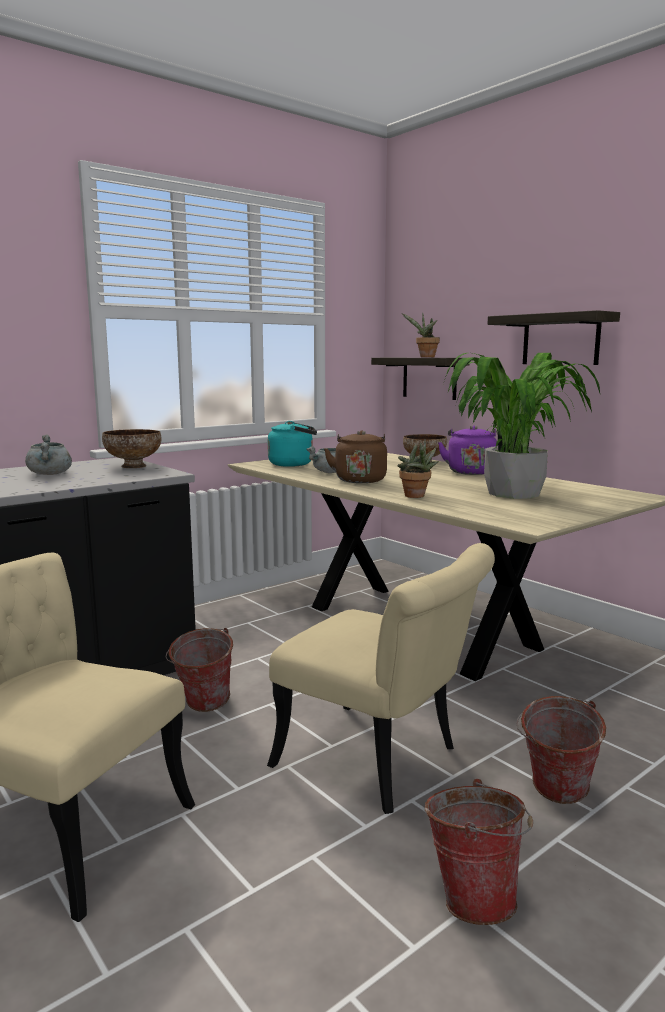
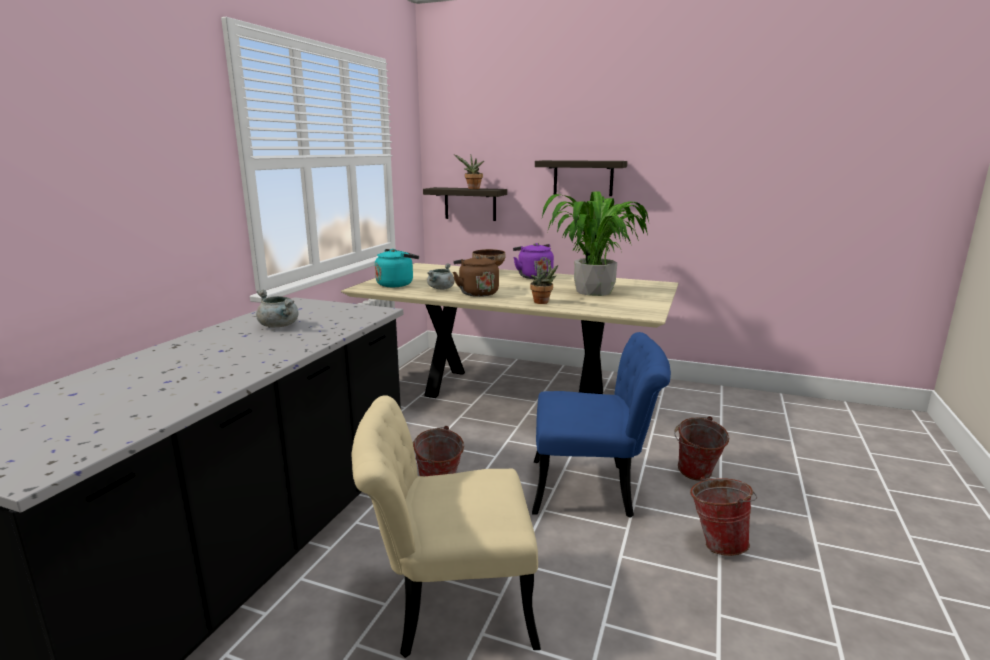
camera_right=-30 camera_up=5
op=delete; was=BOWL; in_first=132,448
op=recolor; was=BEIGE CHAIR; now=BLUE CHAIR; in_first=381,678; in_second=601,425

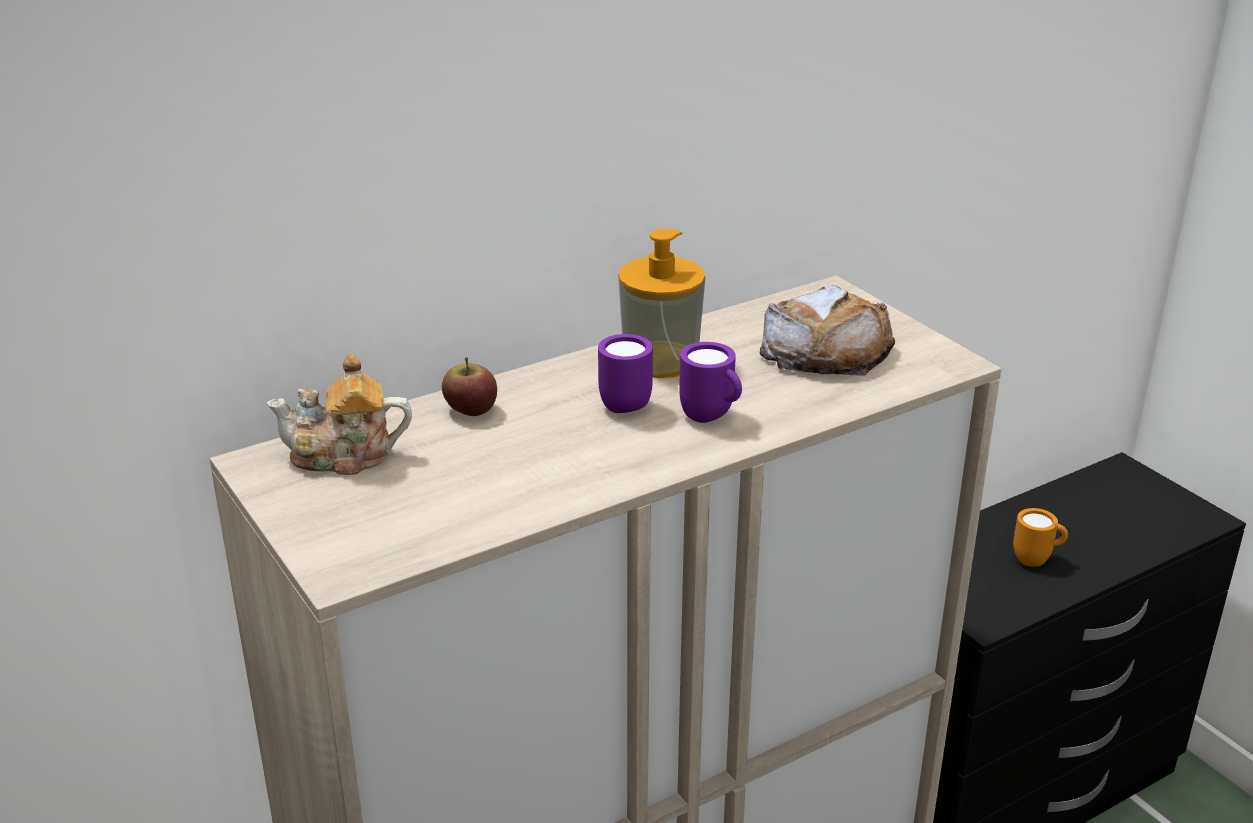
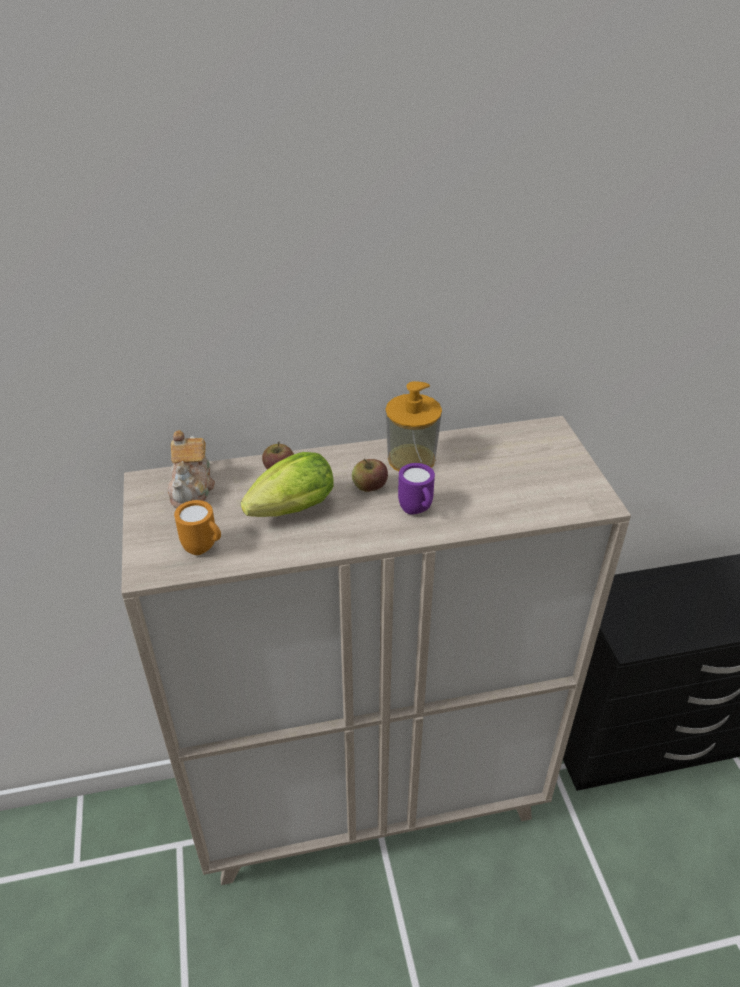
camera_right=20 camera_up=10
op=rotate; was=TEAPOT; in_first=339,414; in_second=191,469; clockwise=-105
op=replace; was=PURPLE MUG; now=APPLE; in_first=625,373; in_second=370,475
op=delete; was=BREAD; in_first=827,331
op=move; was=ORANGE MUG; in_first=1040,537; in_second=197,527
op=insert; now=LETTUCE; in_second=287,484

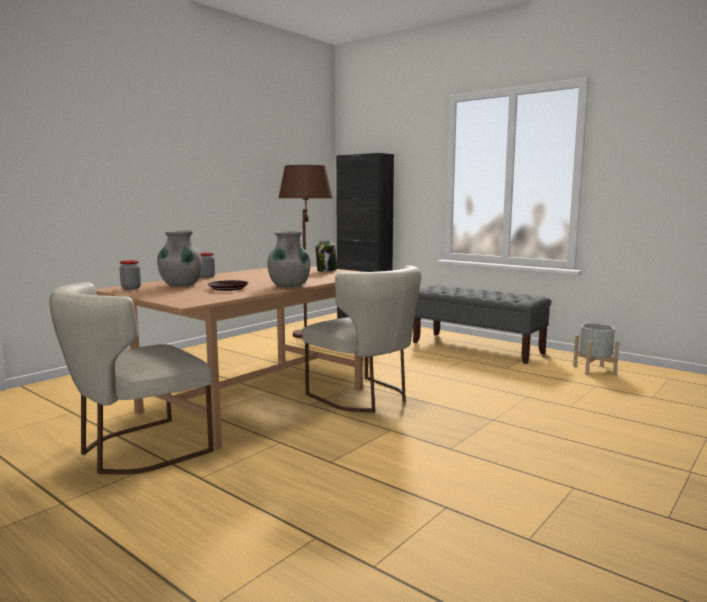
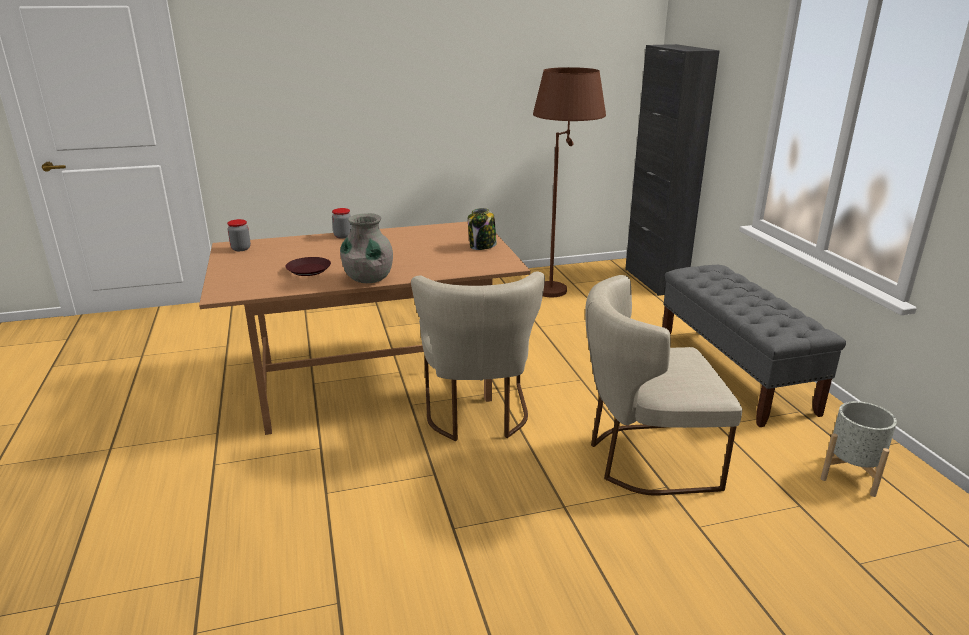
camera_right=35 camera_up=15
op=move; was=BEIGE CHAIR; in_first=131,378; in_second=663,385
op=delete; was=GREY VASE; in_first=180,258

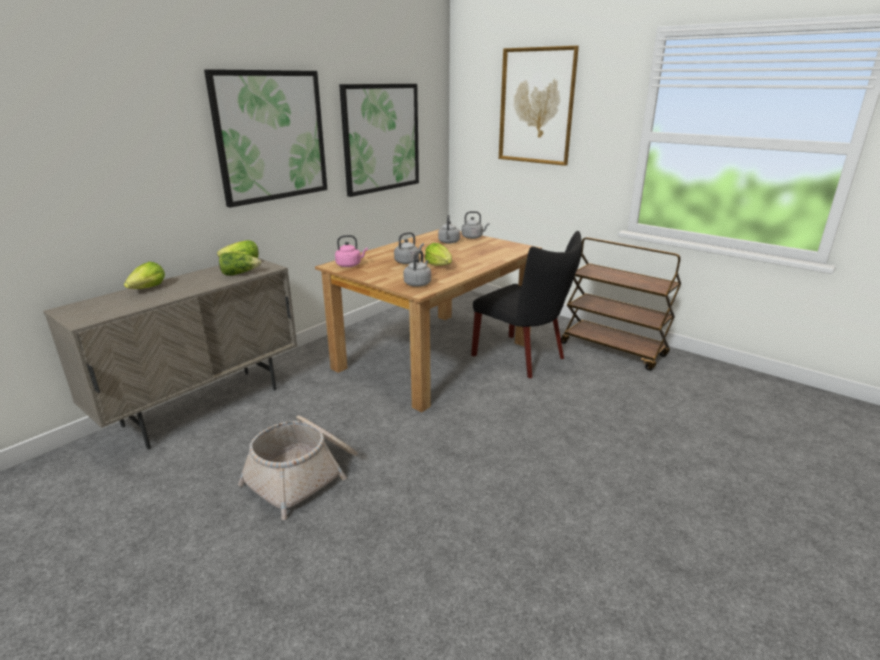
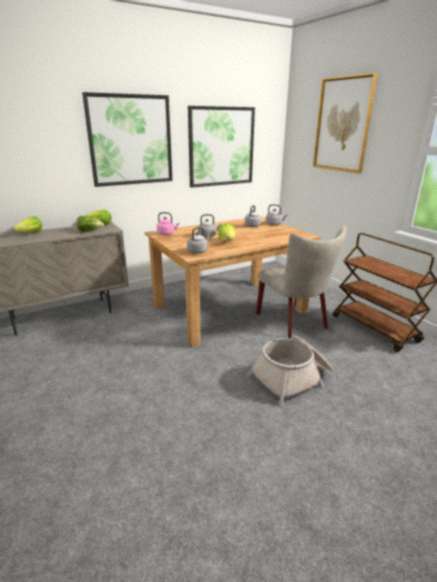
camera_right=20 camera_up=0
op=move; was=BASKET; in_first=298,467; in_second=290,370
op=recolor; was=BLACK CHAIR; now=BEIGE CHAIR; in_first=526,304; in_second=301,282

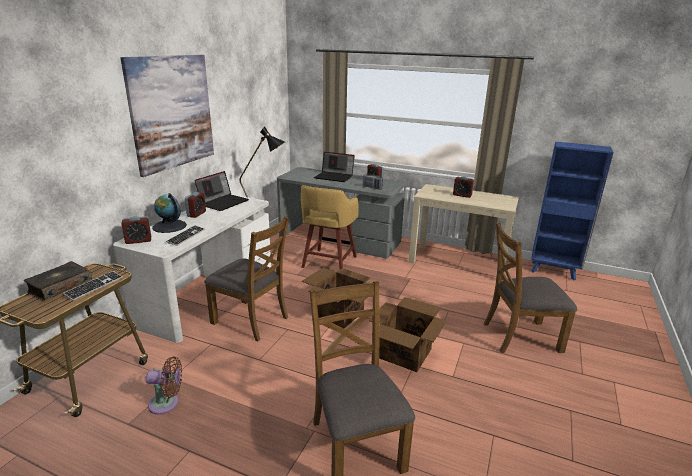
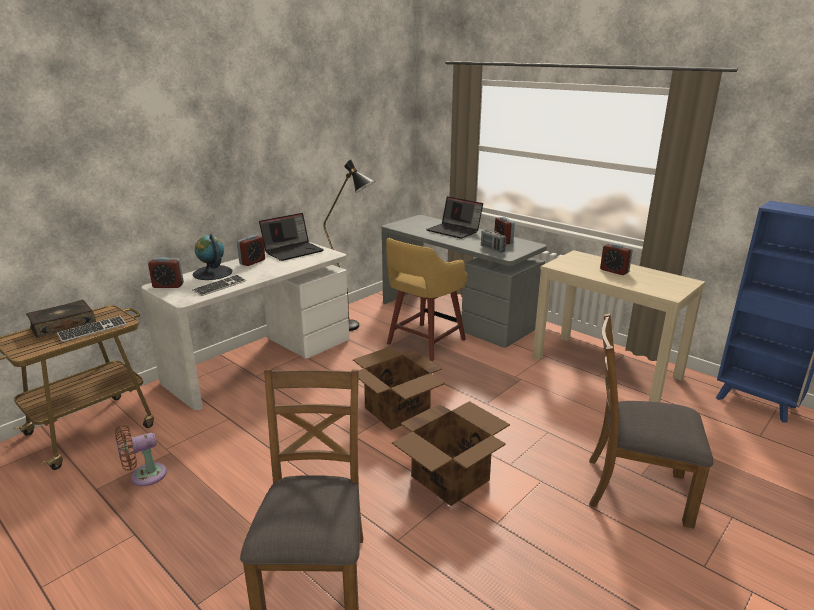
camera_right=20 camera_up=0
op=delete; was=PICTURE; in_first=167,116
op=rotate; was=BROWN FAN; in_first=164,385; in_second=141,455; clockwise=135
op=delete; was=BROWN CHAIR; in_first=246,278

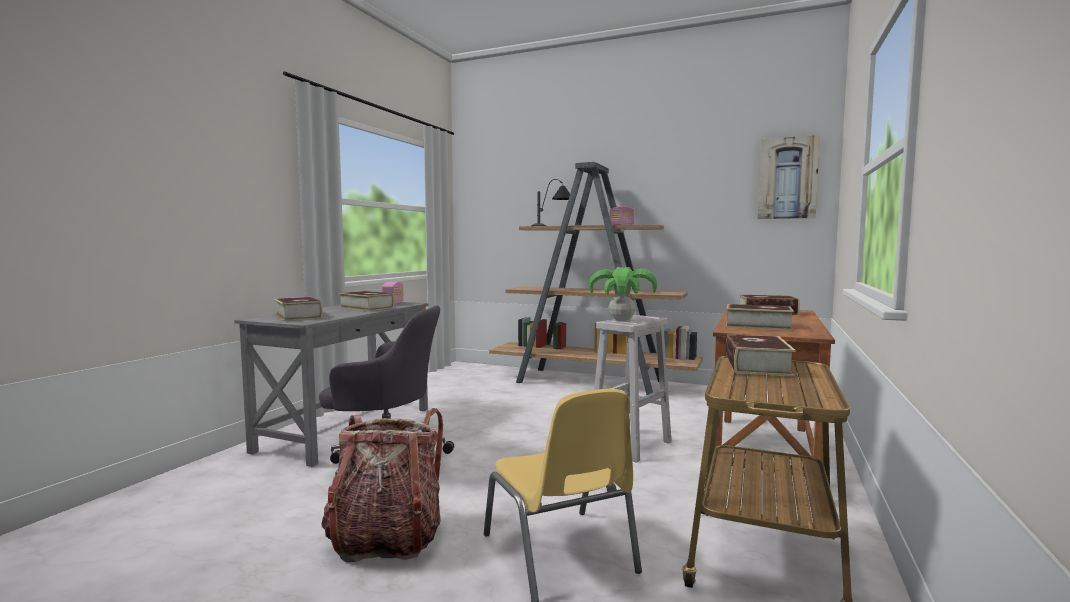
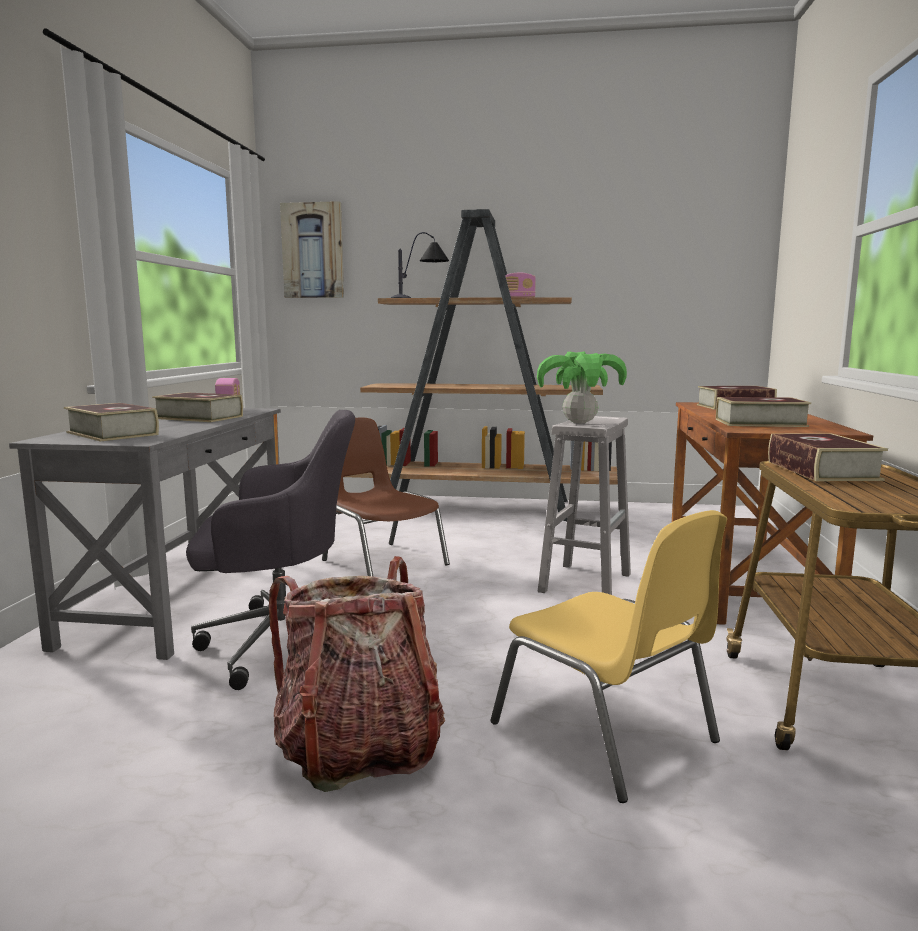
camera_right=-15 camera_up=5
op=move; was=PICTURE; in_first=789,177; in_second=312,249
op=insert; now=BROWN CHAIR; in_second=386,497

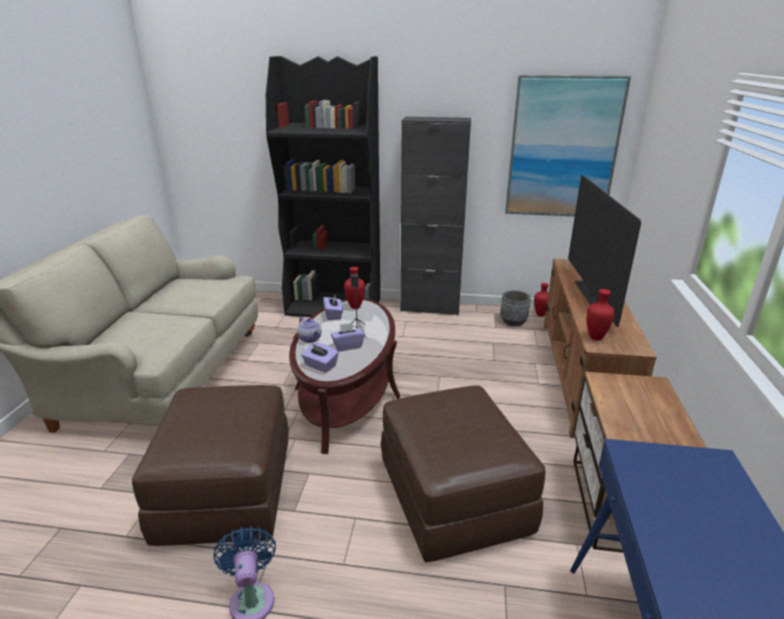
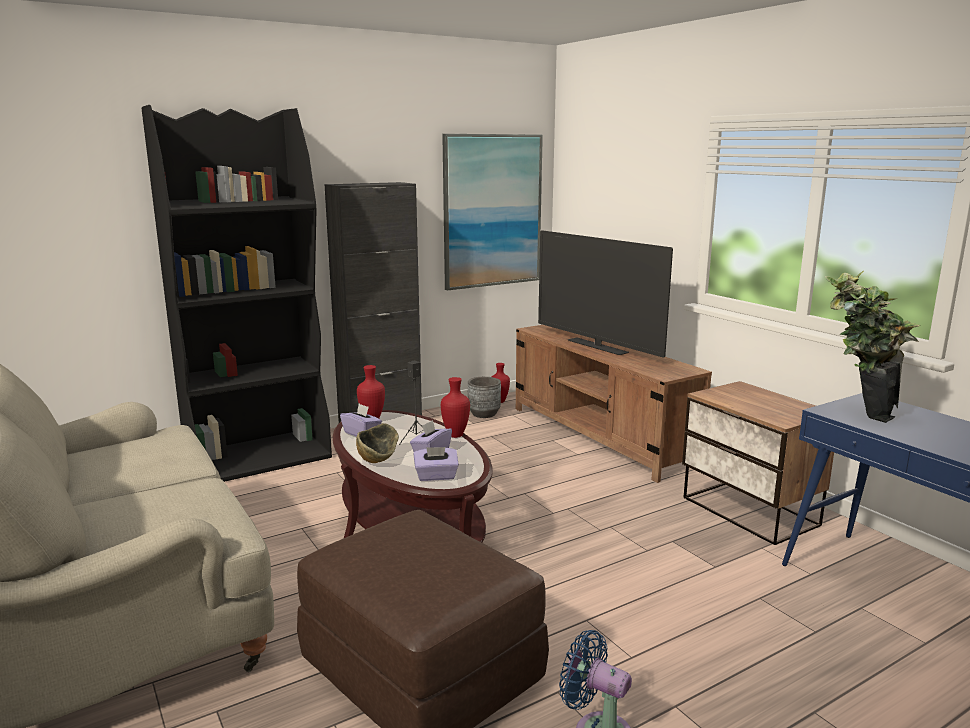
camera_right=-40 camera_up=-10
op=replace; was=TEAPOT; now=BOWL; in_first=309,330; in_second=377,443
op=delete; was=BROWN OTTOMAN; in_first=463,473
op=move; was=RED VASE; in_first=601,314; in_second=455,407
op=insert; now=POTTED PLANT; in_second=873,347

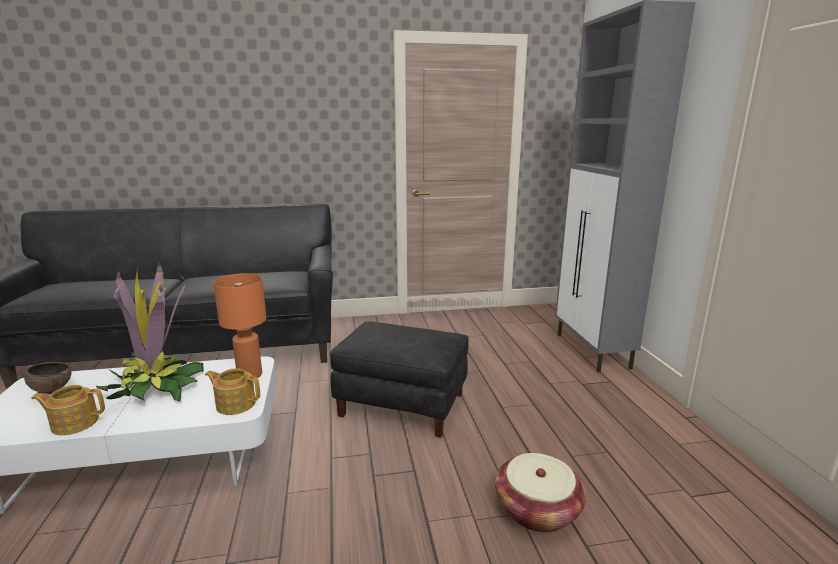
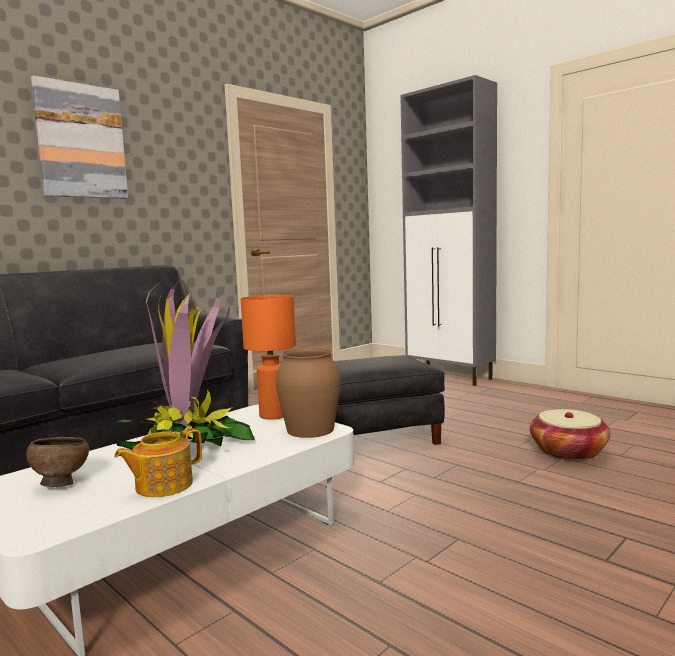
camera_right=-35 camera_up=-10
op=replace; was=TEAPOT; now=BROWN VASE; in_first=232,391; in_second=308,393
op=insert; now=PICTURE; in_second=79,137

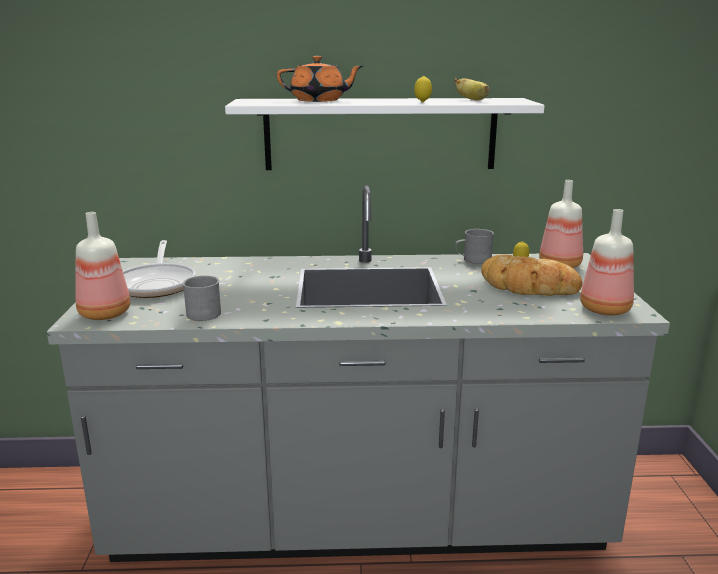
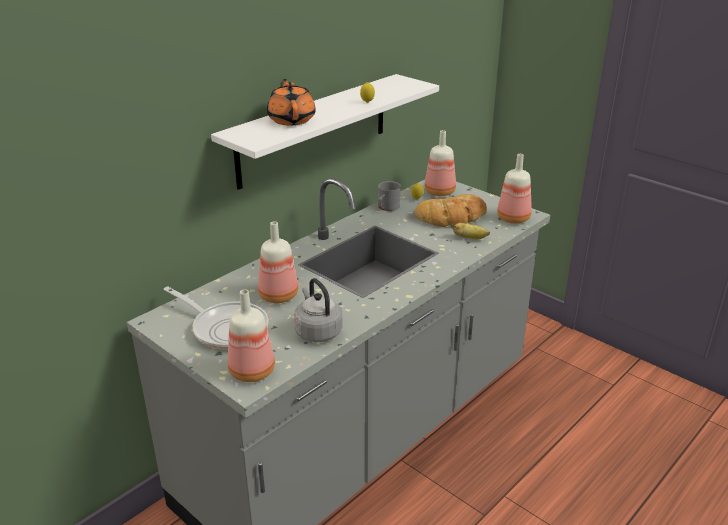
camera_right=-45 camera_up=10
op=replace; was=GREY MUG; now=GREY KETTLE; in_first=201,298; in_second=318,310
op=rotate; was=ORANGE TEAPOT; in_first=320,79; in_second=291,102; clockwise=-60
op=move; was=BANANA; in_first=471,89; in_second=470,231
op=insert; now=BOTTLE; in_second=278,262

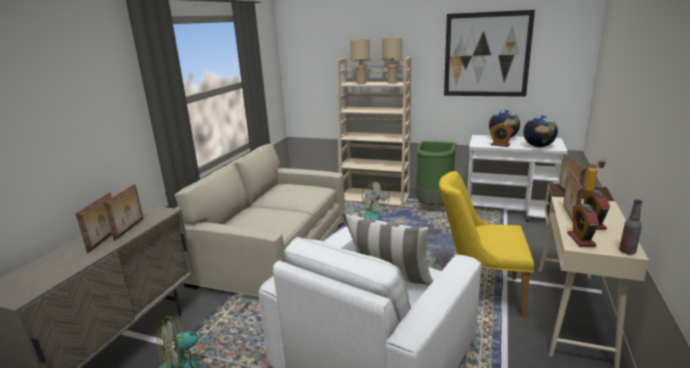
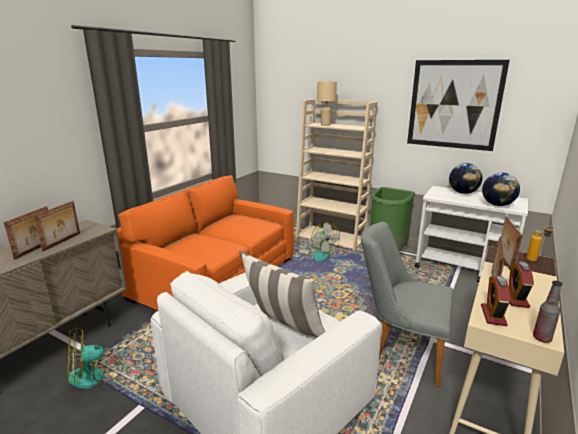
camera_right=10 camera_up=0
op=recolor; was=BEIGE SOFA; now=ORANGE SOFA; in_first=260,220; in_second=205,242
op=delete; was=BEIGE TABLE LAMP; in_first=392,61
op=recolor; was=YELLOW CHAIR; now=GREY CHAIR; in_first=486,244; in_second=407,304
op=delete; was=ALARM CLOCK; in_first=502,135

